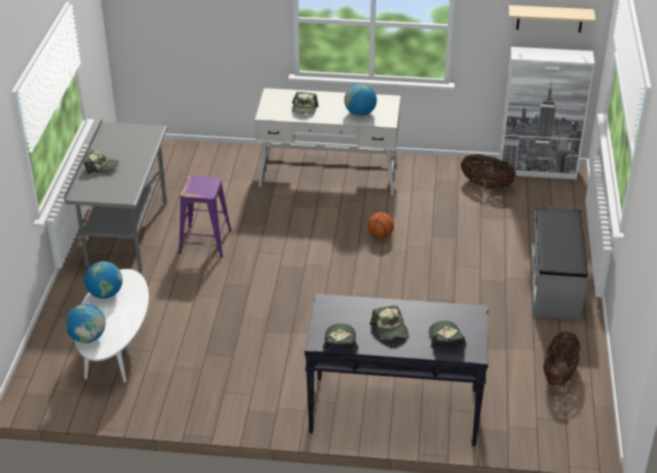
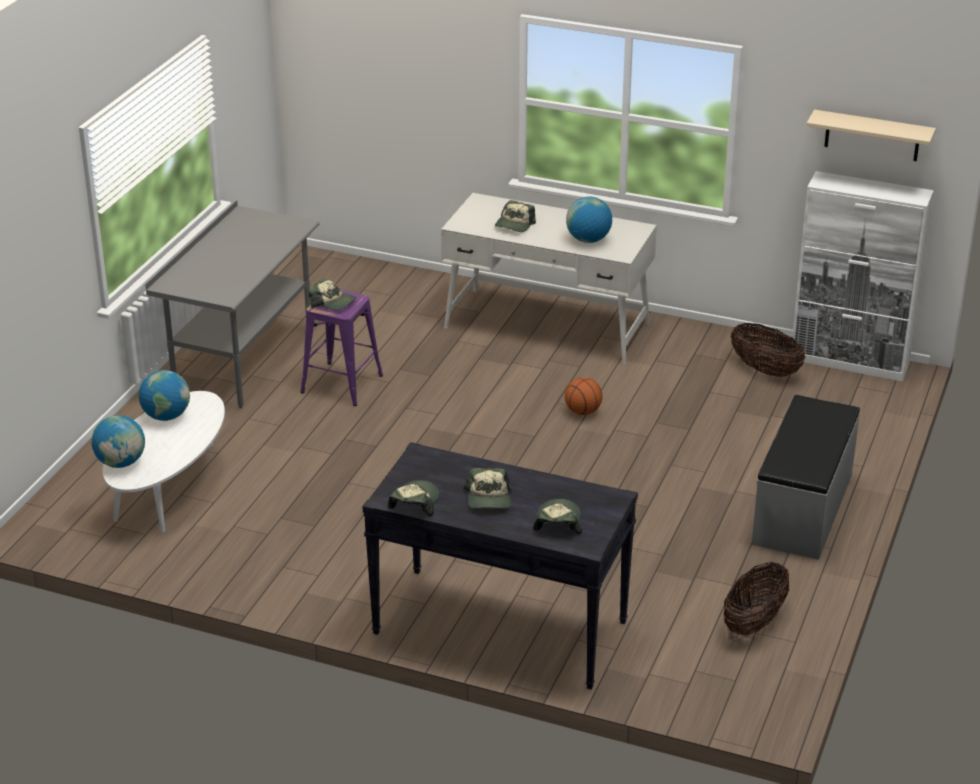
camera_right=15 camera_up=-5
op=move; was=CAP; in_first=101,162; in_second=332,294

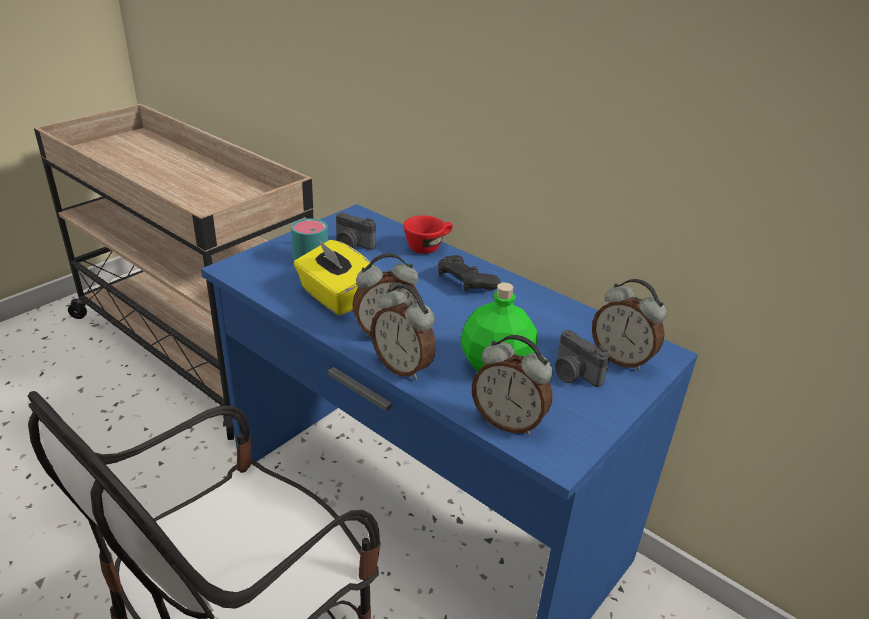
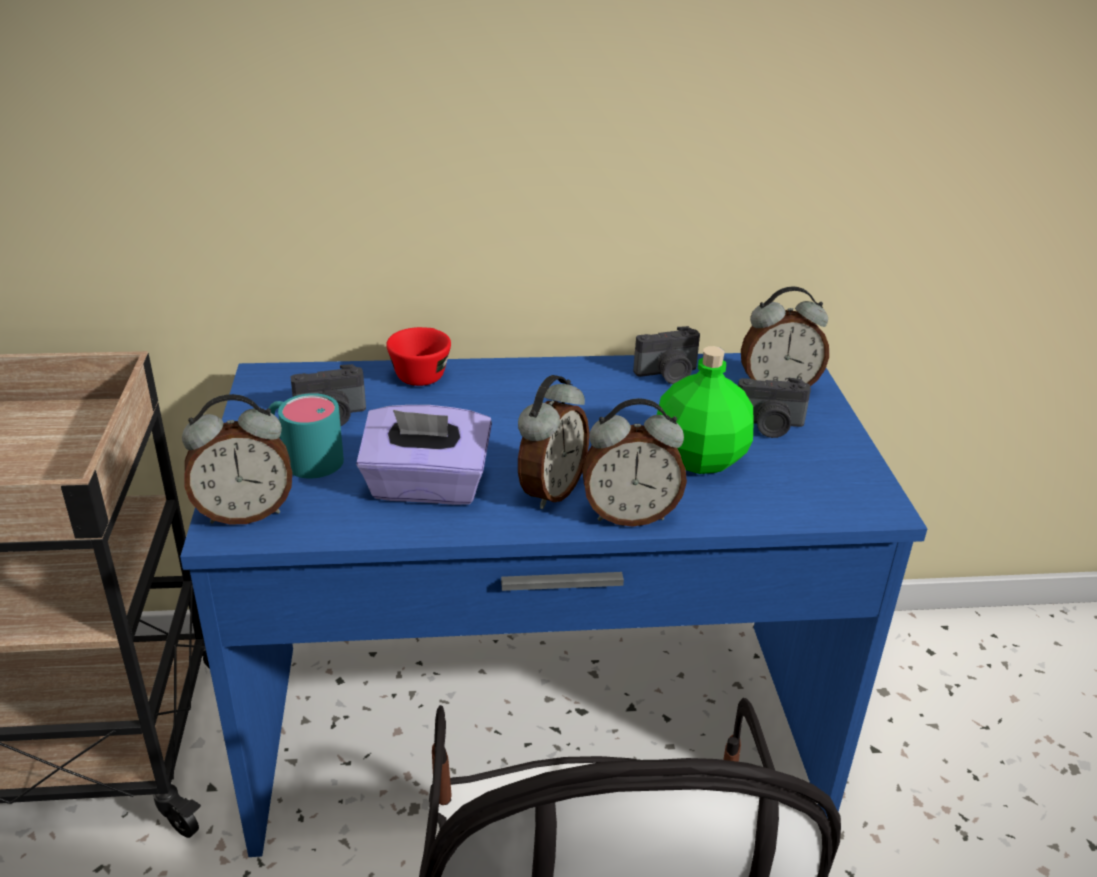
camera_right=-45 camera_up=0
op=recolor; was=YELLOW TISSUE BOX; now=PURPLE TISSUE BOX; in_first=333,277; in_second=424,455
op=delete; was=BLACK GAME CONTROLLER; in_first=469,273
op=move; was=ALARM CLOCK; in_first=512,385; in_second=237,459
op=insert; now=PHOTO CAMERA; in_second=666,355

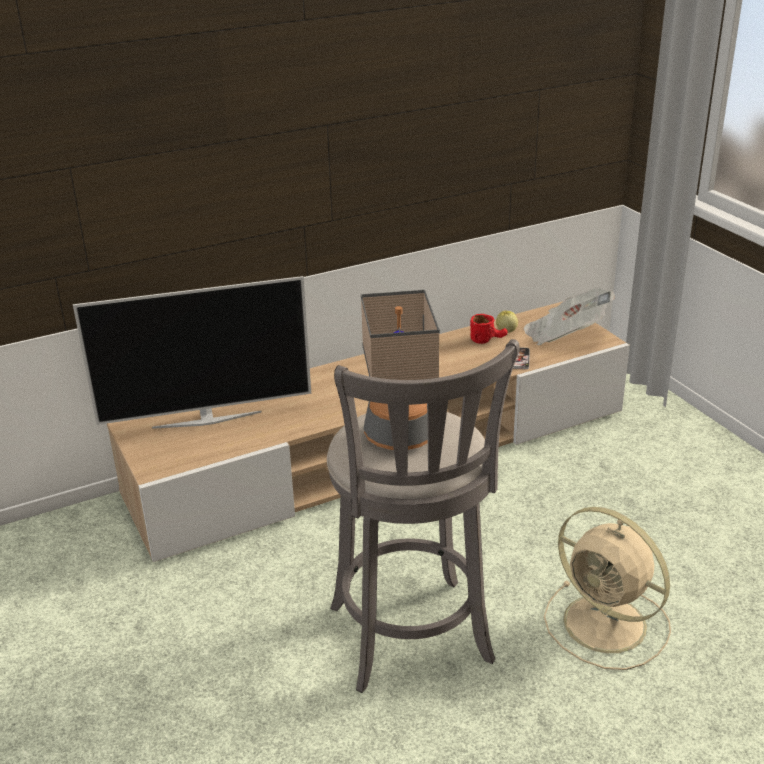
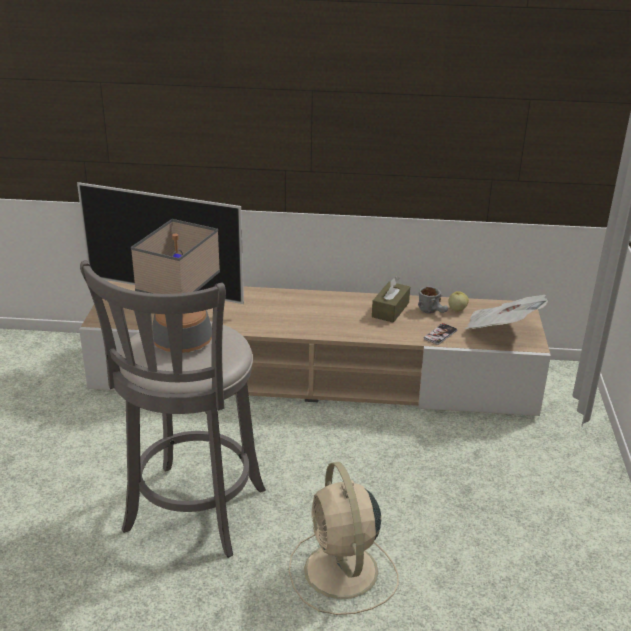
camera_right=30 camera_up=0
op=recolor; was=RED MUG; now=GREY MUG; in_first=488,329; in_second=433,299
op=insert; now=BROWN TISSUE BOX; in_second=391,299

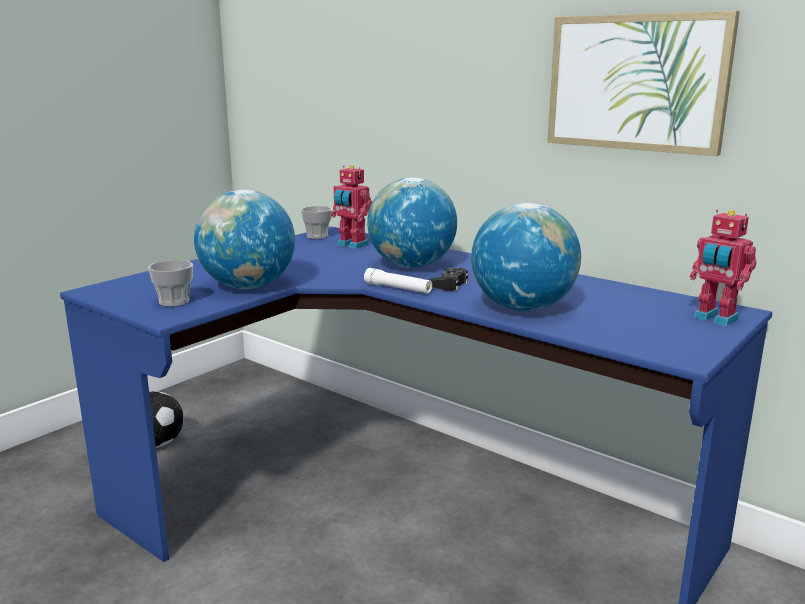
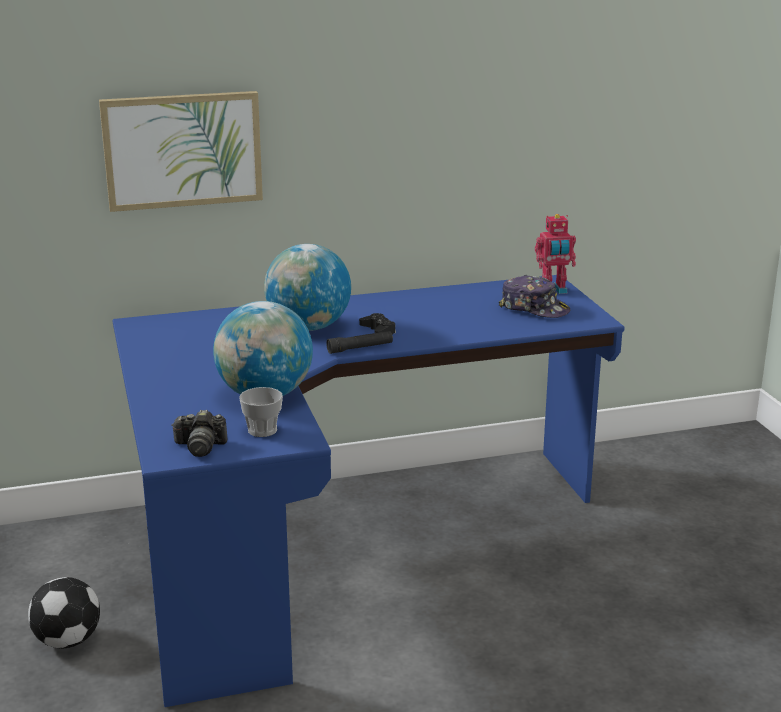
camera_right=-55 camera_up=5
op=delete; was=CUP; in_first=317,222
op=delete; was=TOY ROBOT; in_first=351,207
op=recolor; was=WHITE FLASHLIGHT; now=BLACK FLASHLIGHT; in_first=398,281; in_second=359,342
op=delete; was=GLOBE; in_first=526,257
op=move; was=PICTURE; in_first=643,83; in_second=181,151
op=insert; now=PHOTO CAMERA; in_second=199,433
op=insert; now=CAP; in_second=534,296

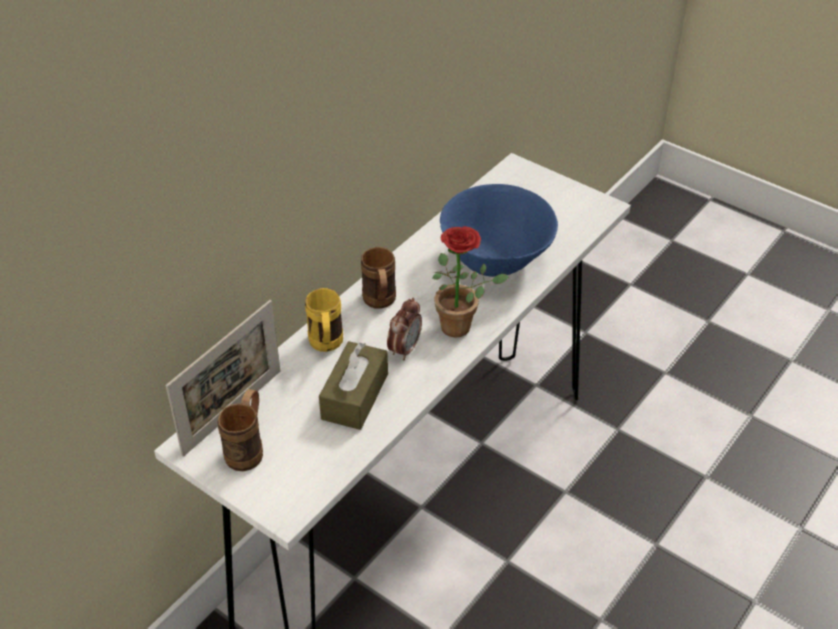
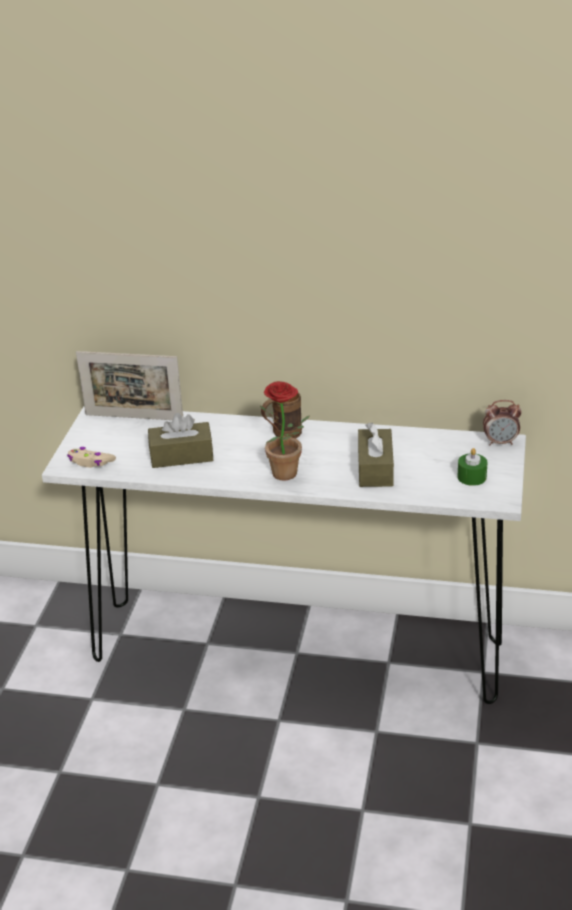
camera_right=65 camera_up=-10
op=delete; was=BROWN MUG; in_first=240,430
op=delete; was=YELLOW MUG; in_first=324,320
op=move; was=ALARM CLOCK; in_first=404,329; in_second=502,422
op=replace; was=BLUE BOWL; now=BROWN TISSUE BOX; in_first=499,230; in_second=376,455
op=insert; now=BEIGE GAME CONTROLLER; in_second=91,457
op=insert; now=GREEN CANDLE; in_second=472,467

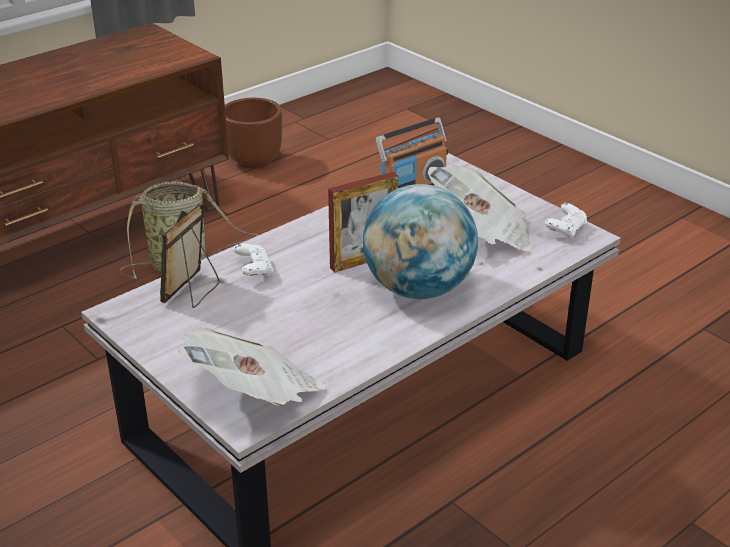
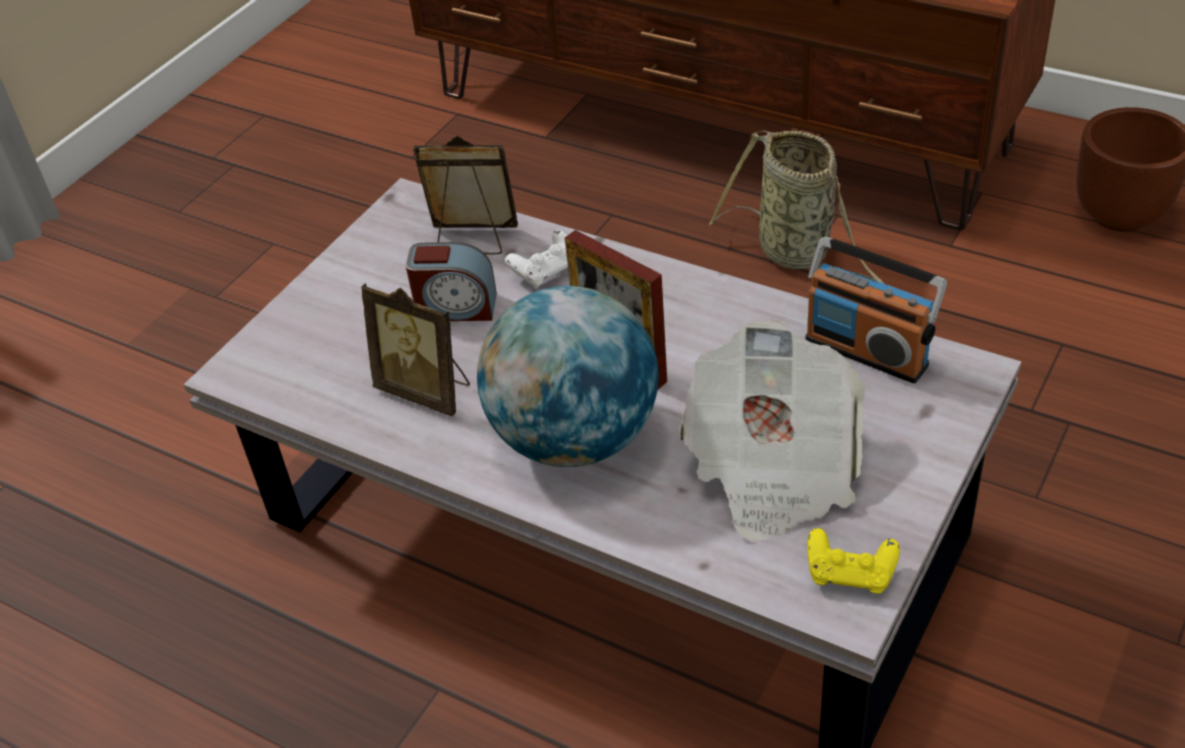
camera_right=75 camera_up=10
op=delete; was=NEWSPAPER; in_first=252,367
op=recolor; was=WHITE GAME CONTROLLER; now=YELLOW GAME CONTROLLER; in_first=566,221; in_second=853,561
op=insert; now=PICTURE FRAME; in_second=415,349
op=insert; now=ALARM CLOCK; in_second=451,281

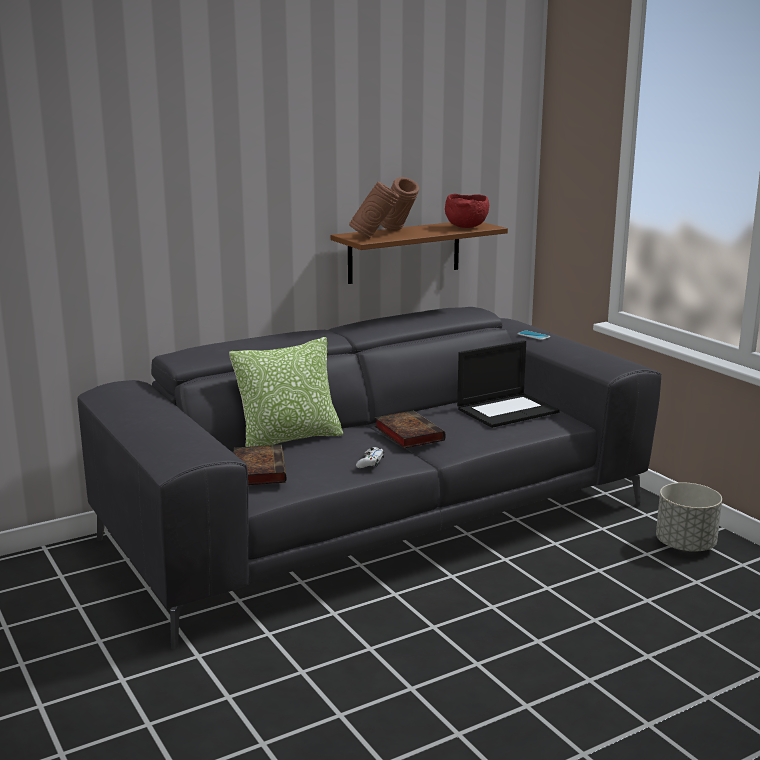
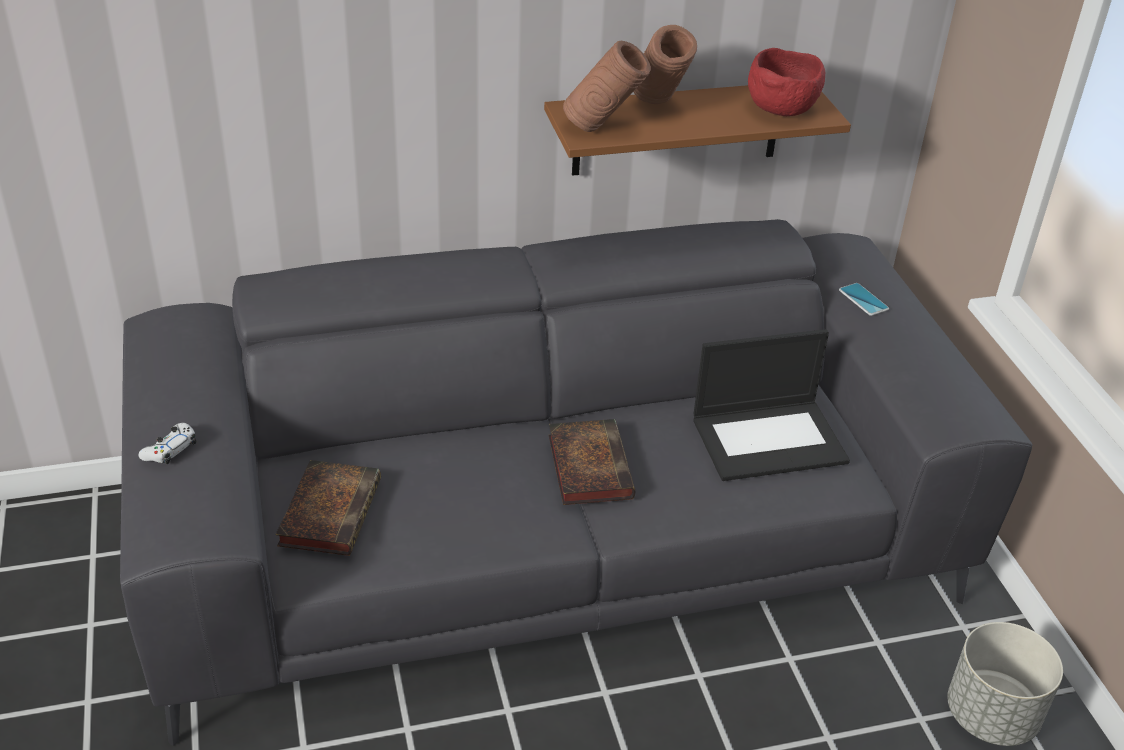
camera_right=15 camera_up=20
op=delete; was=PILLOW; in_first=286,392
op=move; was=WHITE GAME CONTROLLER; in_first=370,457; in_second=168,443

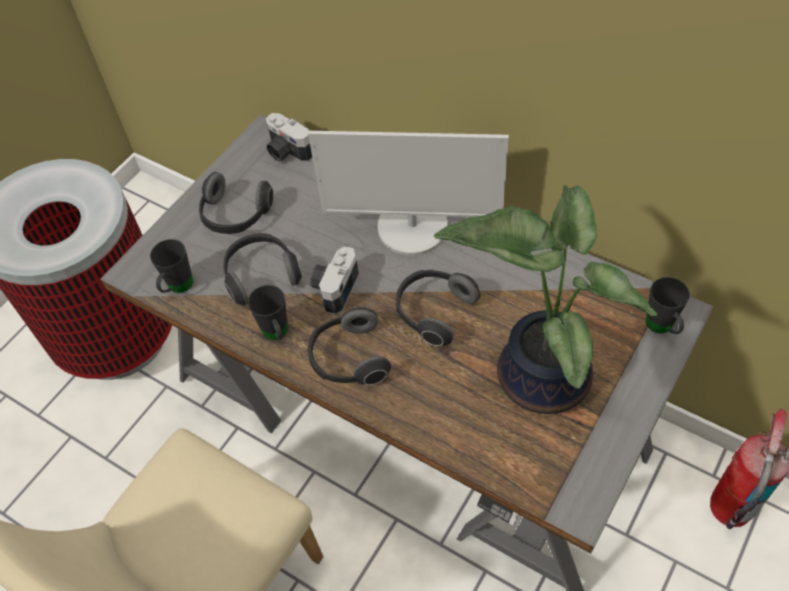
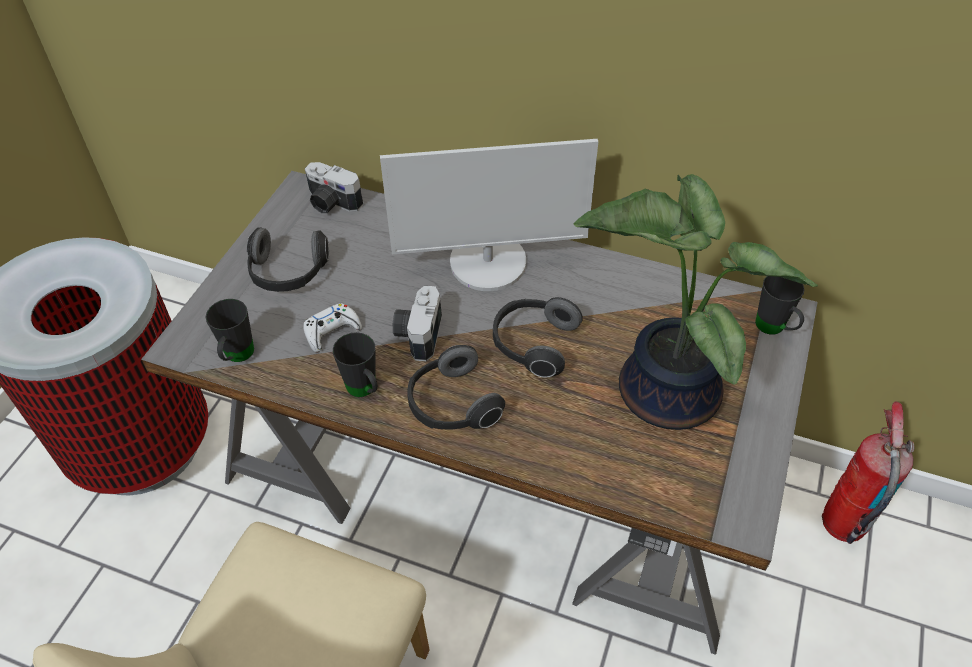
camera_right=-15 camera_up=-5
op=replace; was=HEADPHONES; now=WHITE GAME CONTROLLER; in_first=263,269; in_second=333,327

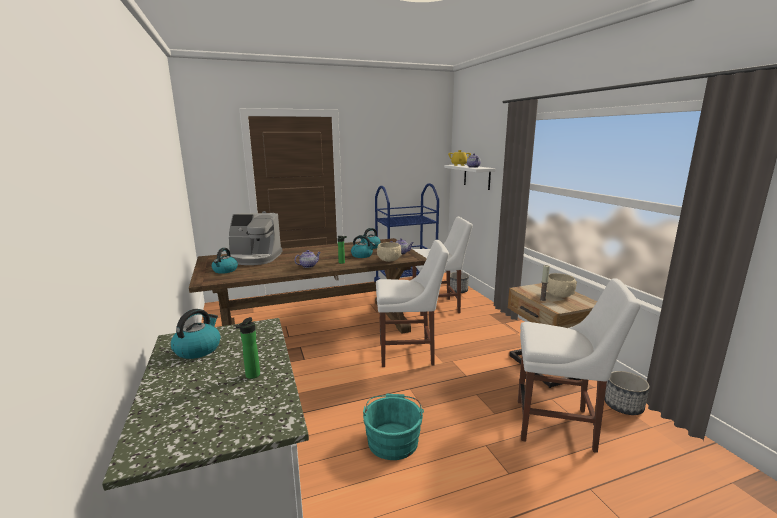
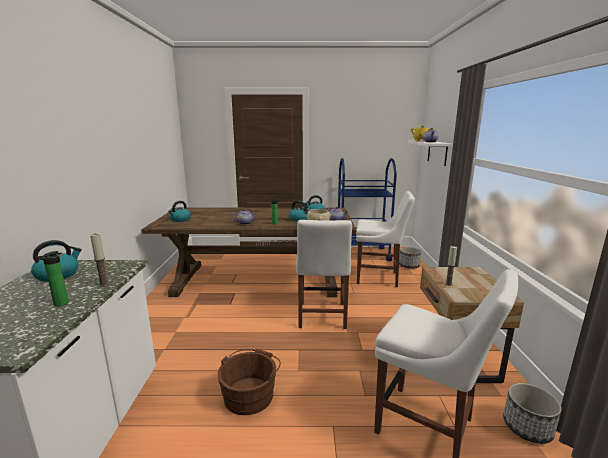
camera_right=20 camera_up=0
op=delete; was=COFFEE MACHINE; in_first=255,239
op=recolor; was=TURQUOISE BUCKET; now=BROWN BUCKET; in_first=393,427; in_second=249,382
op=rotate; was=WHITE CHAIR; in_first=412,303; in_second=324,274; clockwise=75
op=delete; was=BEIGE BOWL; in_first=562,285
op=insert; now=CANDLE; in_second=99,260

